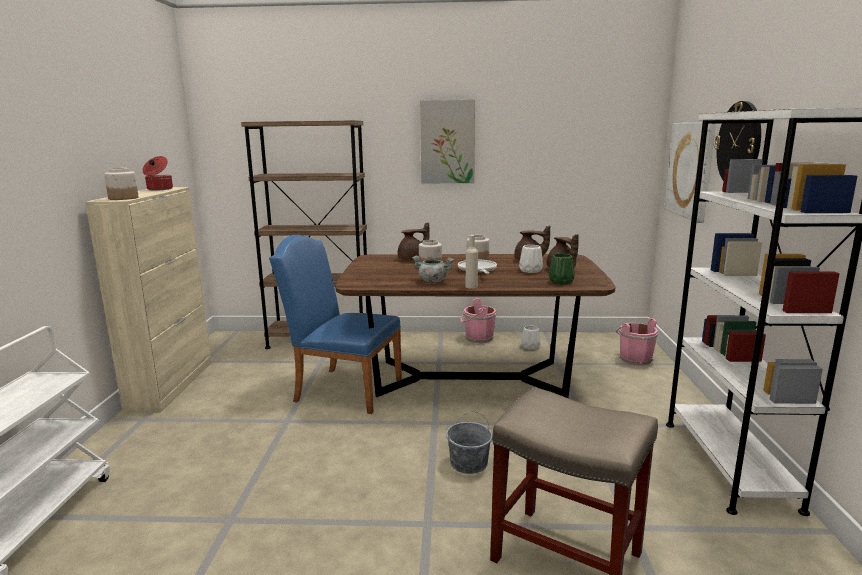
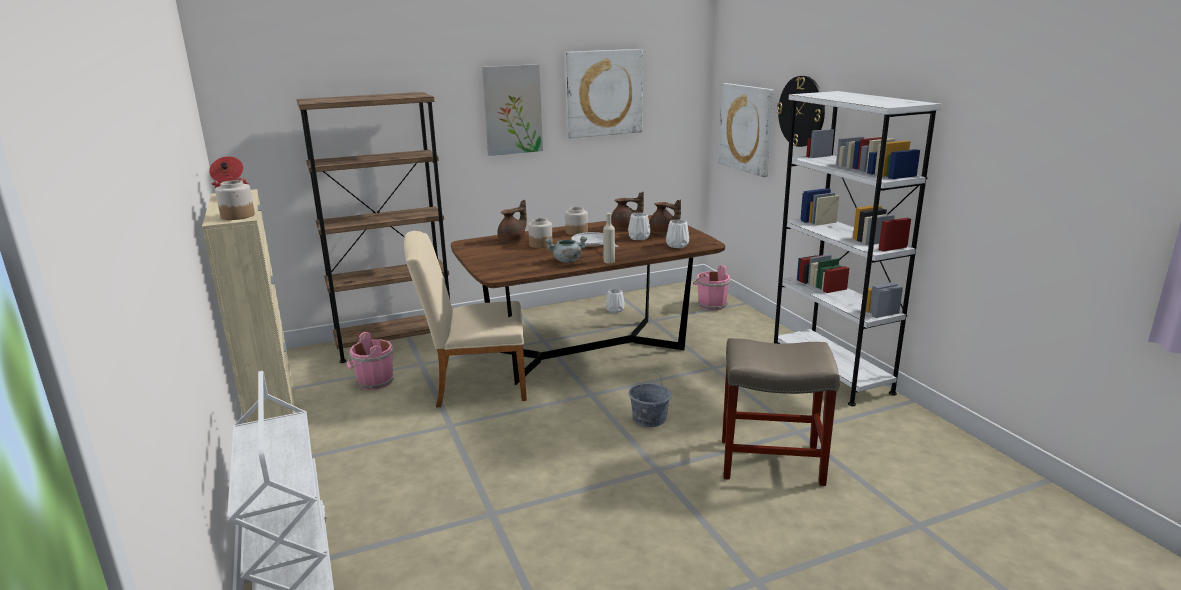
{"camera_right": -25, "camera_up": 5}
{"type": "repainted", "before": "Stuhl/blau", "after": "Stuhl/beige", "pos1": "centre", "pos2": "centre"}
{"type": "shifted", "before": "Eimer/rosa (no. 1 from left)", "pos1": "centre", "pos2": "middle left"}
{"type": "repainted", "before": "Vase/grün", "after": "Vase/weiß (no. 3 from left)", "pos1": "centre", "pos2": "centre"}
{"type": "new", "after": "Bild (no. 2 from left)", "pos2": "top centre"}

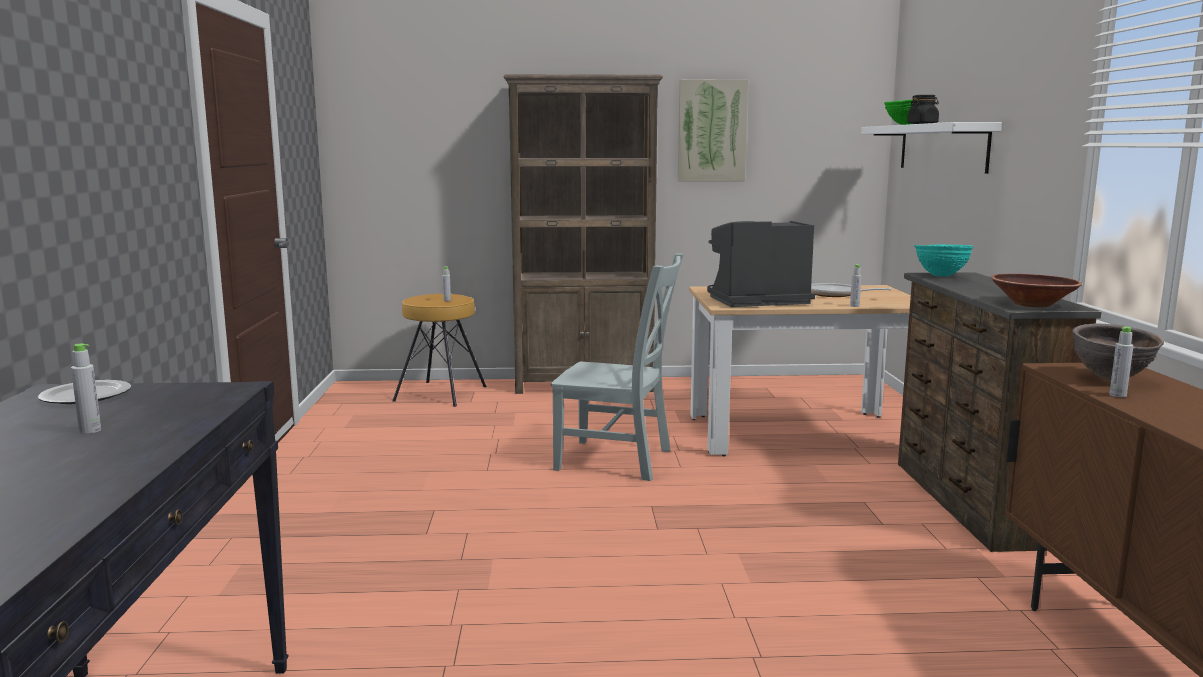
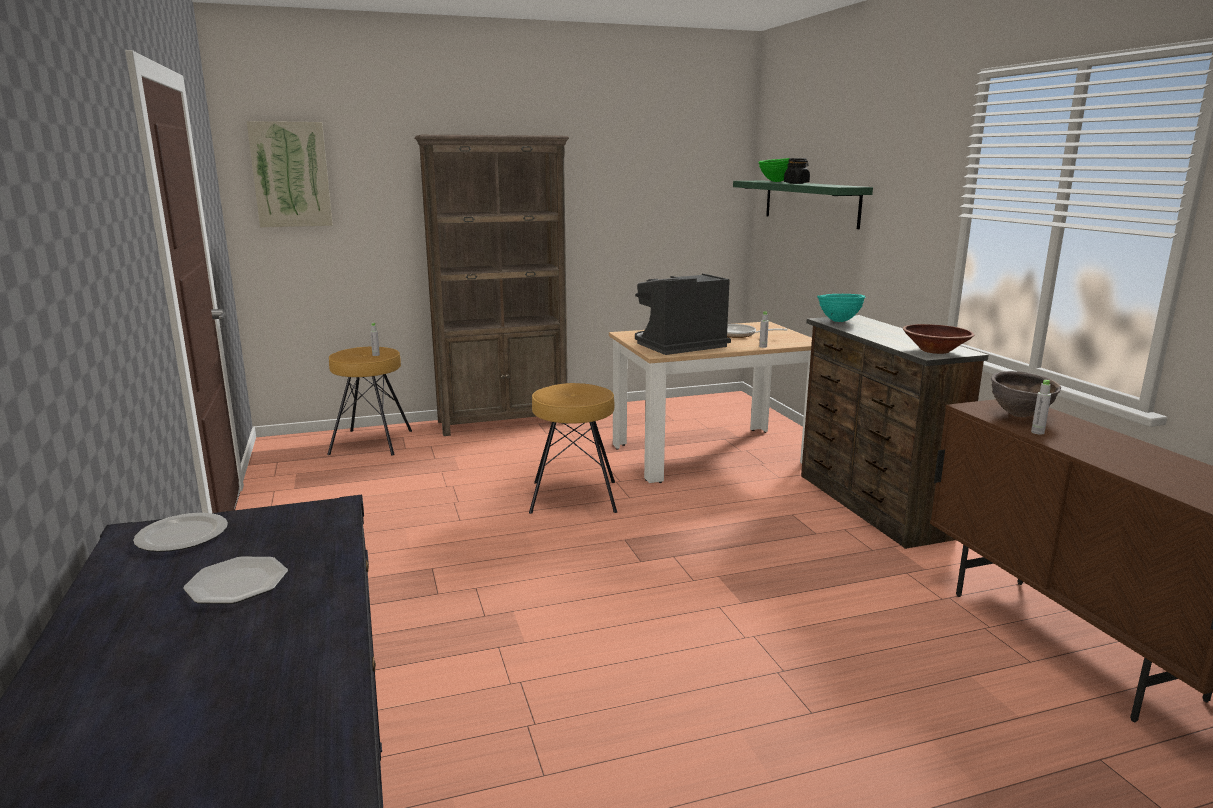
{"camera_right": -15, "camera_up": 5}
{"type": "swapped", "before": "Flasche/grau (no. 1 from left)", "after": "Teller (no. 2 from left)", "pos1": "middle left", "pos2": "bottom left"}
{"type": "swapped", "before": "Stuhl/grau", "after": "Hocker/braun (no. 2 from left)", "pos1": "centre", "pos2": "centre"}
{"type": "shifted", "before": "Bild", "pos1": "top centre", "pos2": "top left"}
{"type": "repainted", "before": "Wandregal/weiß", "after": "Wandregal/grün", "pos1": "top right", "pos2": "top centre"}

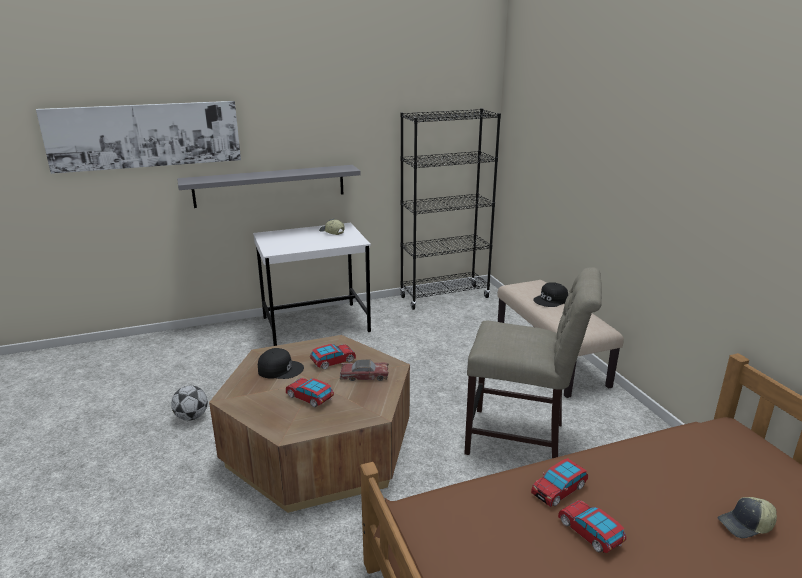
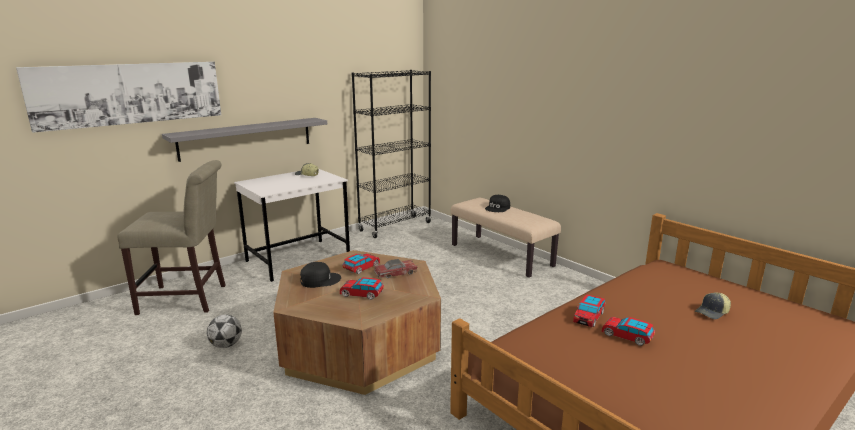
{"camera_right": -20, "camera_up": -5}
{"type": "shifted", "before": "Stuhl/beige", "pos1": "centre", "pos2": "middle left"}

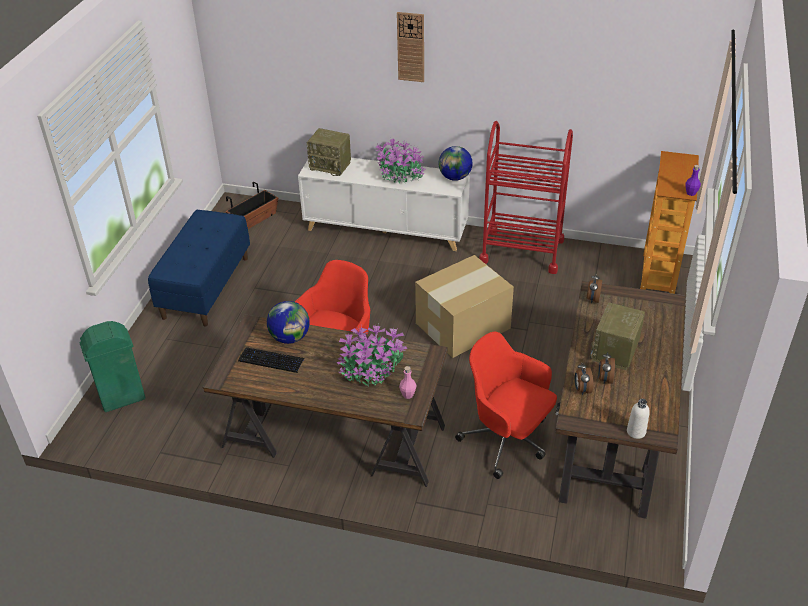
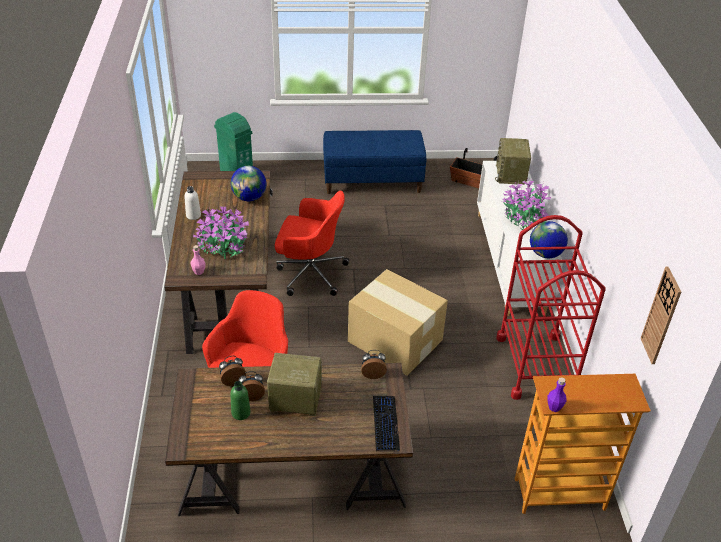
{"camera_right": 70, "camera_up": 0}
{"type": "shifted", "before": "Tastatur", "pos1": "centre", "pos2": "bottom centre"}
{"type": "shifted", "before": "Wanduhr", "pos1": "top centre", "pos2": "middle right"}
{"type": "shifted", "before": "Flasche/weiß", "pos1": "bottom right", "pos2": "middle left"}
{"type": "new", "after": "Flasche/grün", "pos2": "bottom left"}

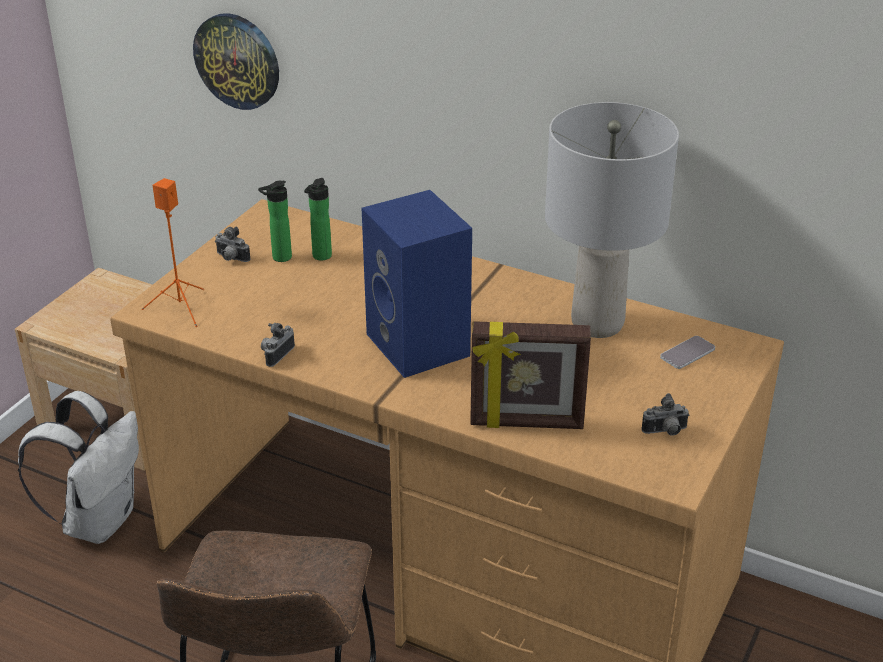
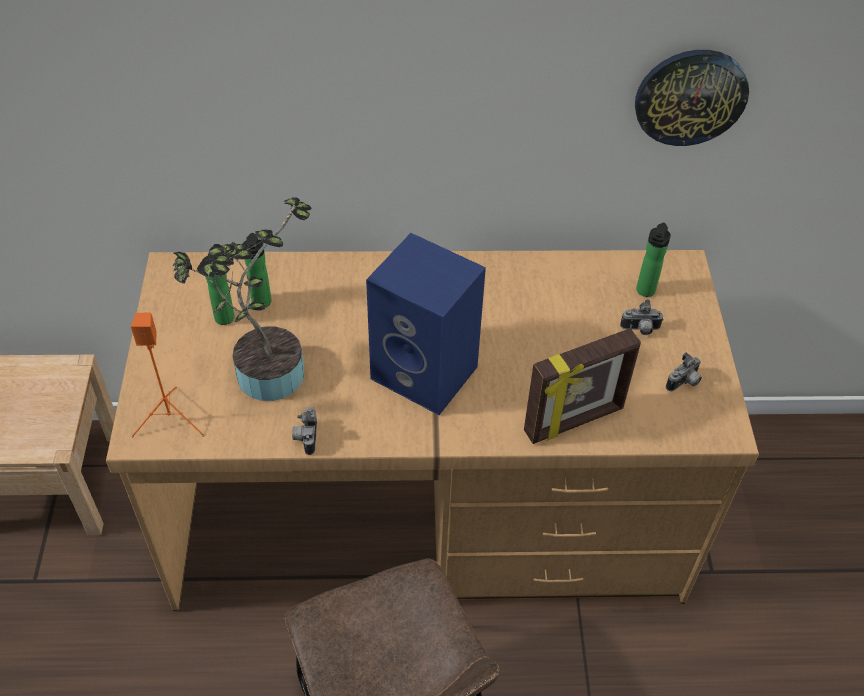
{"camera_right": -30, "camera_up": 15}
{"type": "gone", "before": "Rucksack/weiß", "pos1": "bottom left"}
{"type": "shifted", "before": "Wanduhr", "pos1": "top left", "pos2": "top right"}
{"type": "shifted", "before": "Kamera (no. 1 from left in the first image)", "after": "Kamera (no. 2 from left)", "pos1": "middle left", "pos2": "middle right"}
{"type": "gone", "before": "Tischlampe/grau", "pos1": "top right"}
{"type": "swapped", "before": "Handy", "after": "Flasche (no. 3 from left)", "pos1": "middle right", "pos2": "middle right"}
{"type": "new", "after": "Topfpflanze", "pos2": "middle left"}

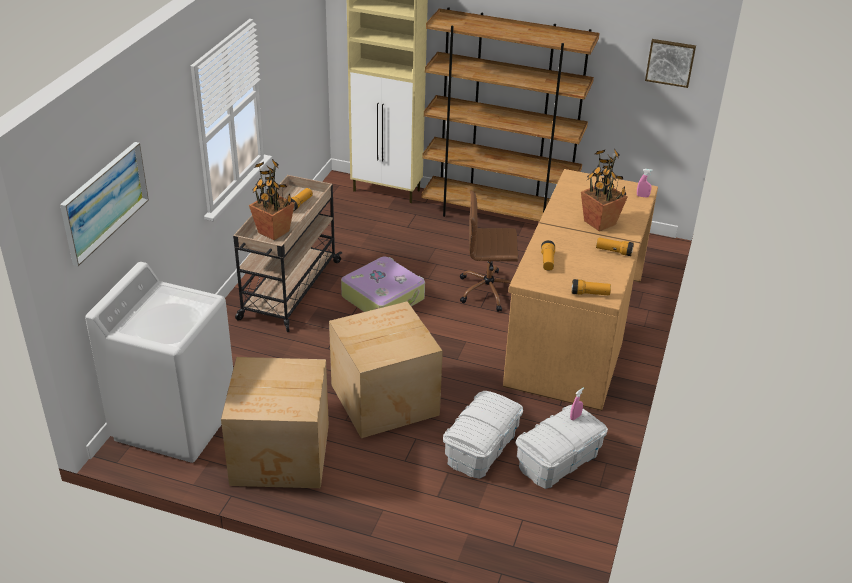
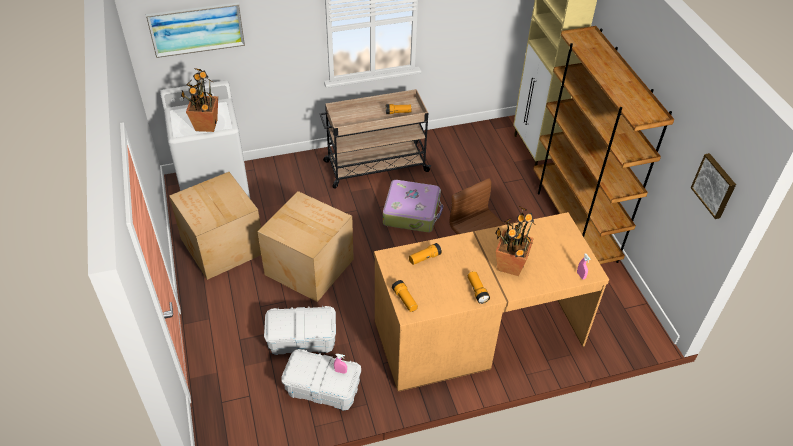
{"camera_right": 55, "camera_up": 10}
{"type": "shifted", "before": "Topfpflanze (no. 1 from left)", "pos1": "middle left", "pos2": "top left"}

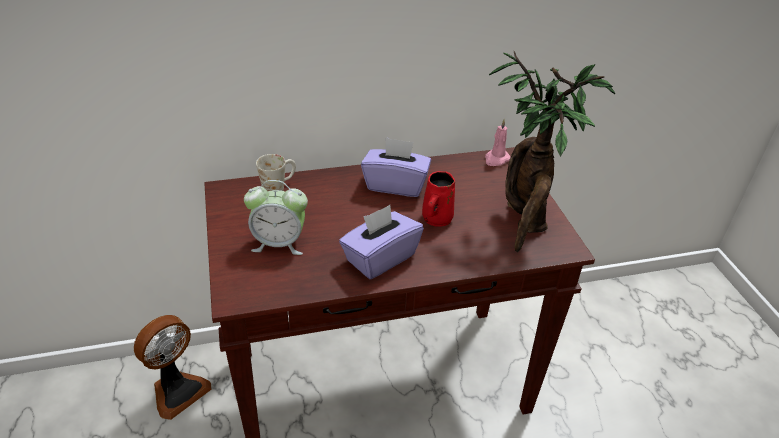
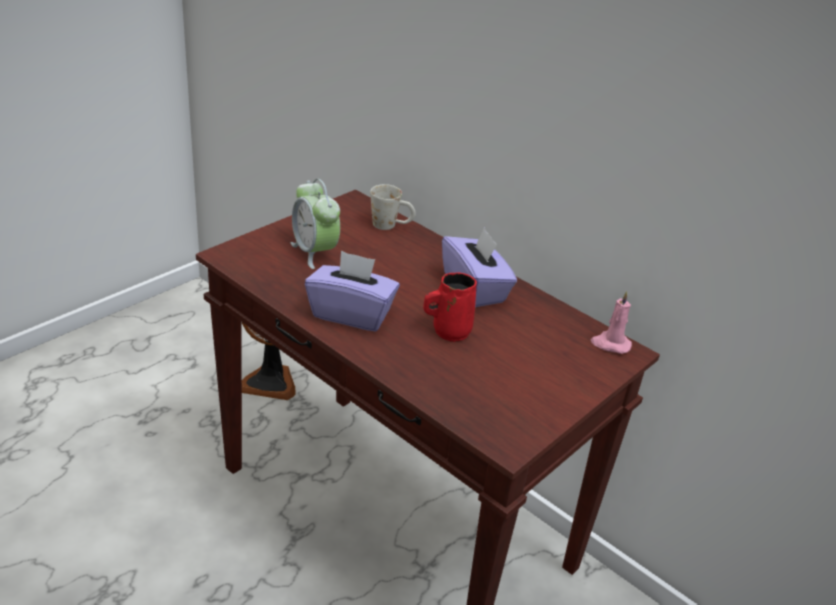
{"camera_right": 55, "camera_up": -5}
{"type": "gone", "before": "Topfpflanze", "pos1": "middle right"}

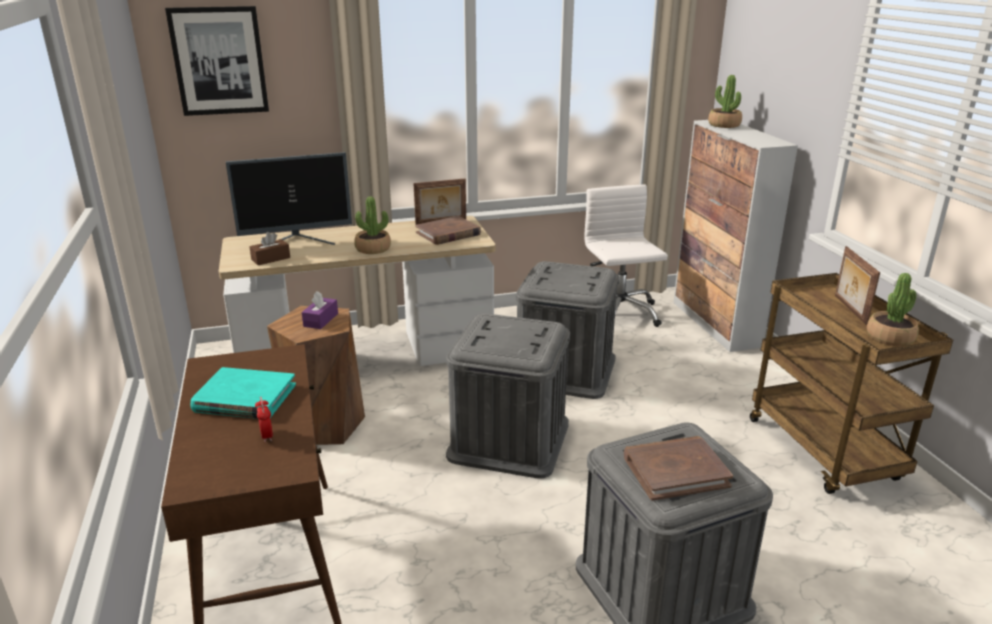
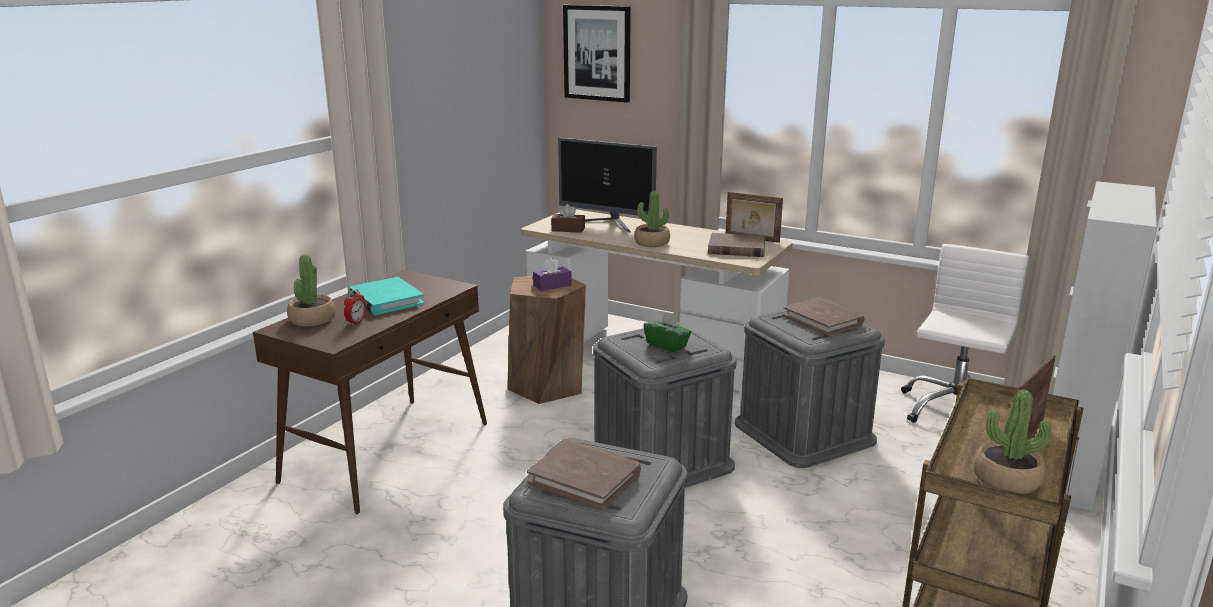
{"camera_right": 45, "camera_up": -5}
{"type": "shifted", "before": "Topfpflanze (no. 2 from left in the first image)", "after": "Topfpflanze (no. 1 from left)", "pos1": "top right", "pos2": "middle left"}
{"type": "new", "after": "Taschentuchbox/grün", "pos2": "centre"}
{"type": "new", "after": "Buch/braun (no. 3 from left)", "pos2": "middle right"}

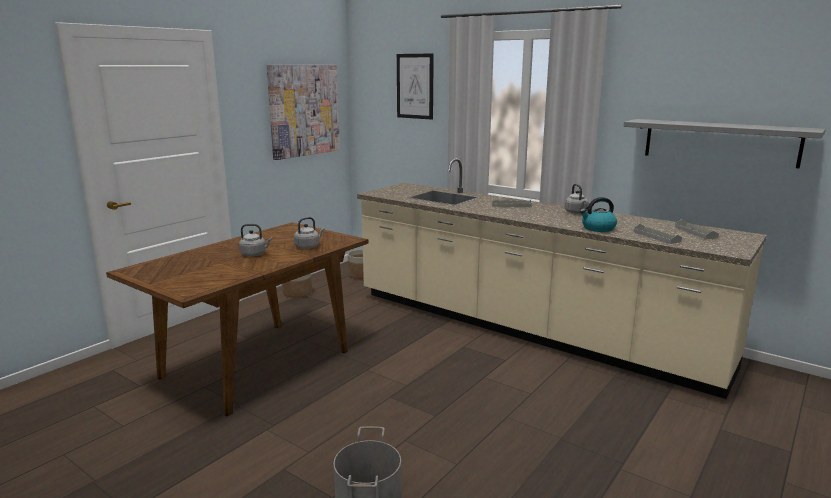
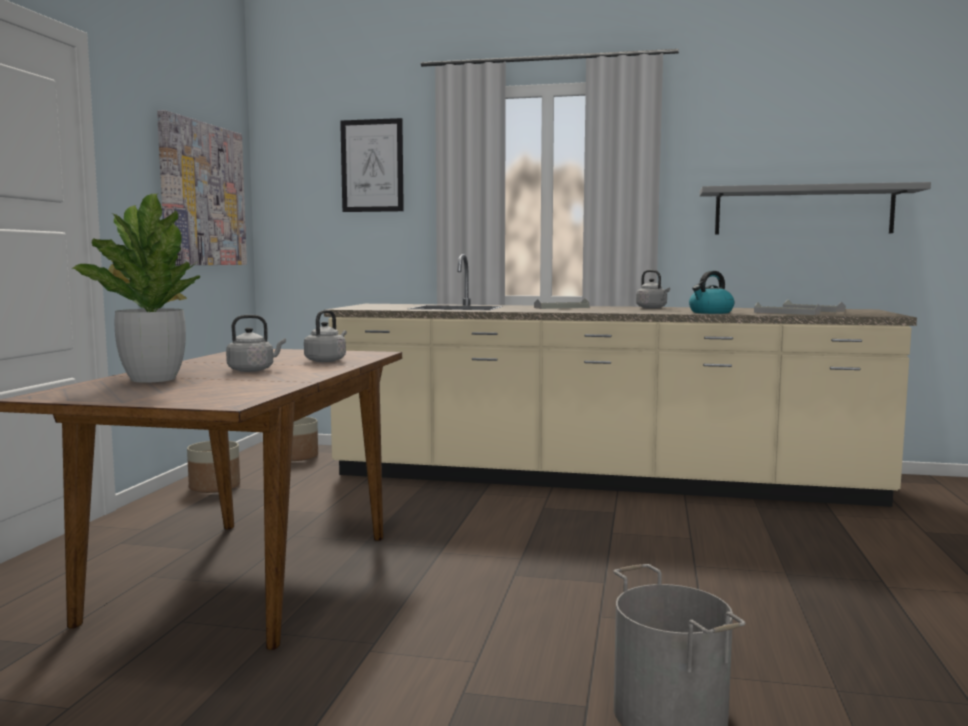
{"camera_right": -25, "camera_up": -10}
{"type": "new", "after": "Topfpflanze", "pos2": "middle left"}

